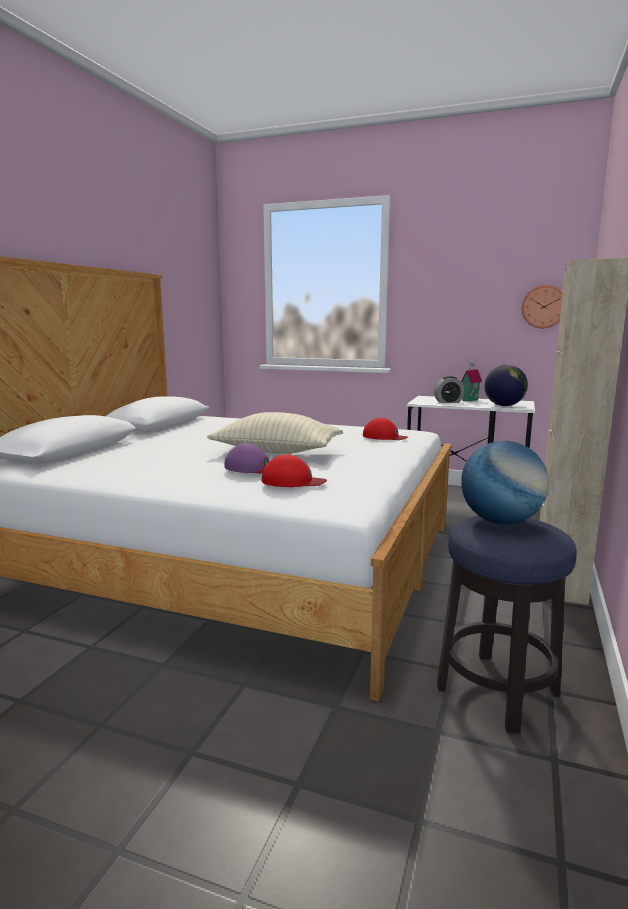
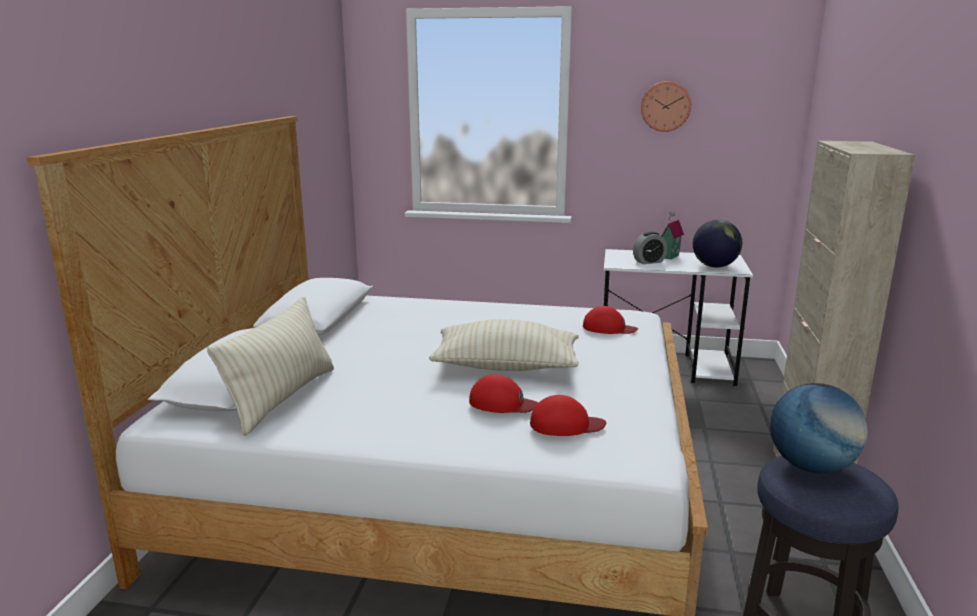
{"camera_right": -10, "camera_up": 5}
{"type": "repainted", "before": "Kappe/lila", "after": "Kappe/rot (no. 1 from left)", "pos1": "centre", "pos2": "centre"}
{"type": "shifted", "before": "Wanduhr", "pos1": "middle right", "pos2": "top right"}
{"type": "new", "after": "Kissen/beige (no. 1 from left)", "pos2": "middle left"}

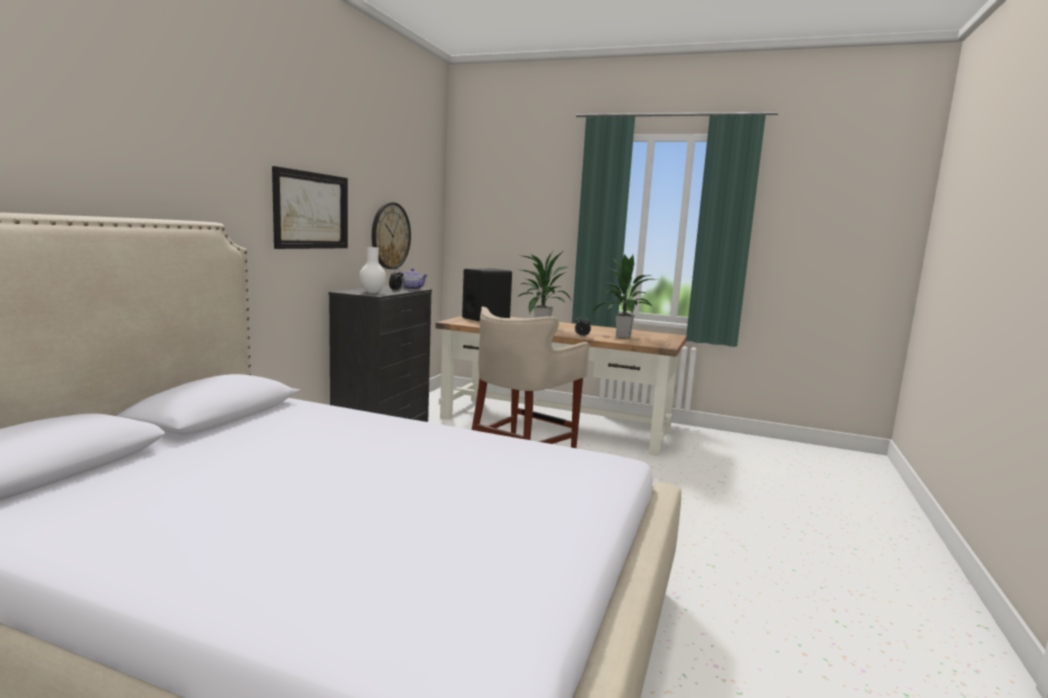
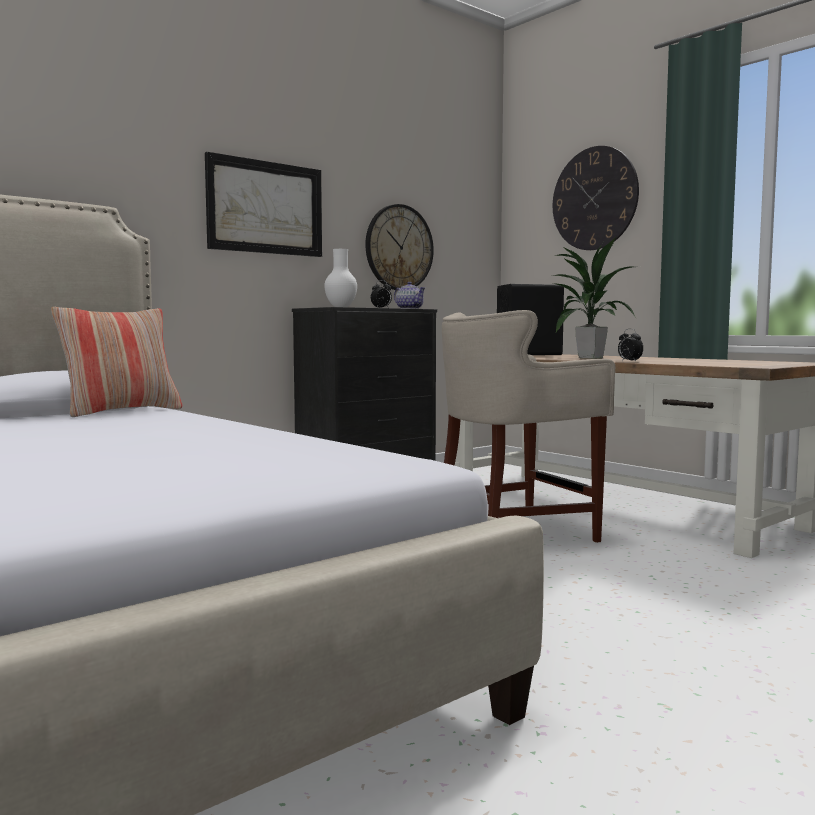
{"camera_right": 30, "camera_up": -5}
{"type": "gone", "before": "Topfpflanze (no. 2 from left)", "pos1": "centre"}
{"type": "new", "after": "Kissen", "pos2": "middle left"}
{"type": "new", "after": "Wanduhr (no. 2 from left)", "pos2": "top right"}

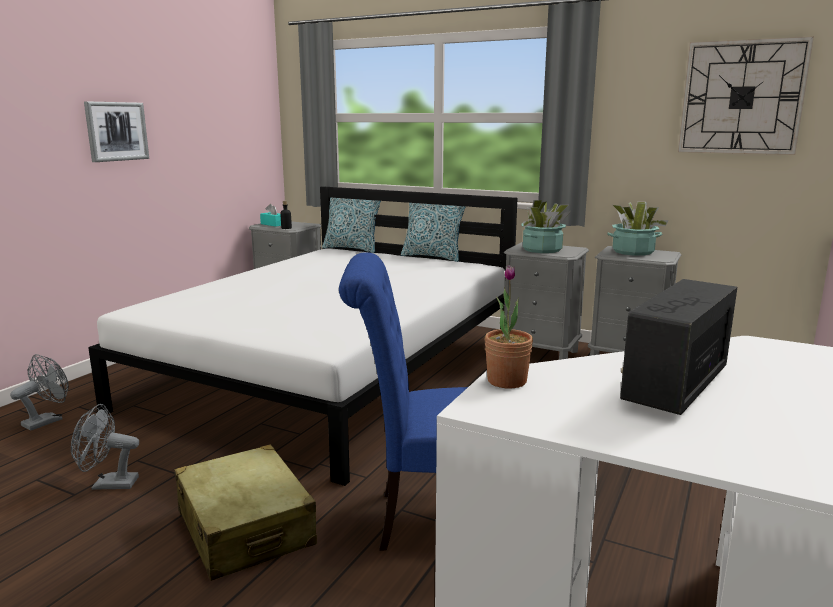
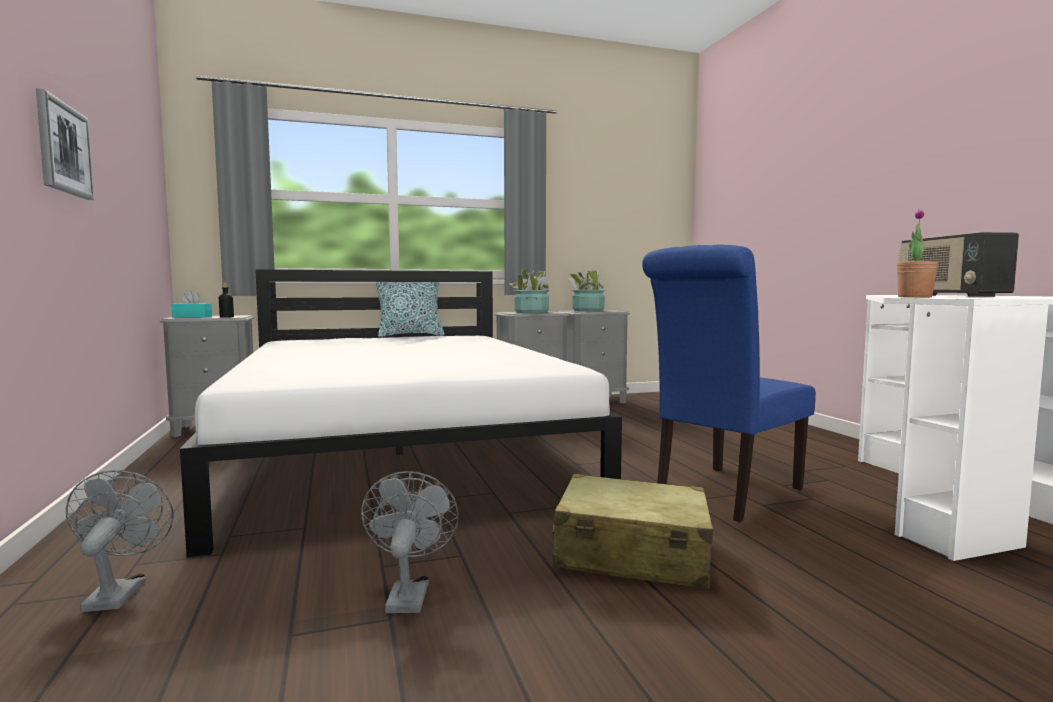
{"camera_right": -45, "camera_up": -10}
{"type": "rotated", "before": "Ventilator/grau (no. 2 from left)", "pos1": "bottom left", "pos2": "bottom centre", "turn": 135}
{"type": "gone", "before": "Kissen (no. 1 from left)", "pos1": "centre"}
{"type": "gone", "before": "Wanduhr", "pos1": "top right"}

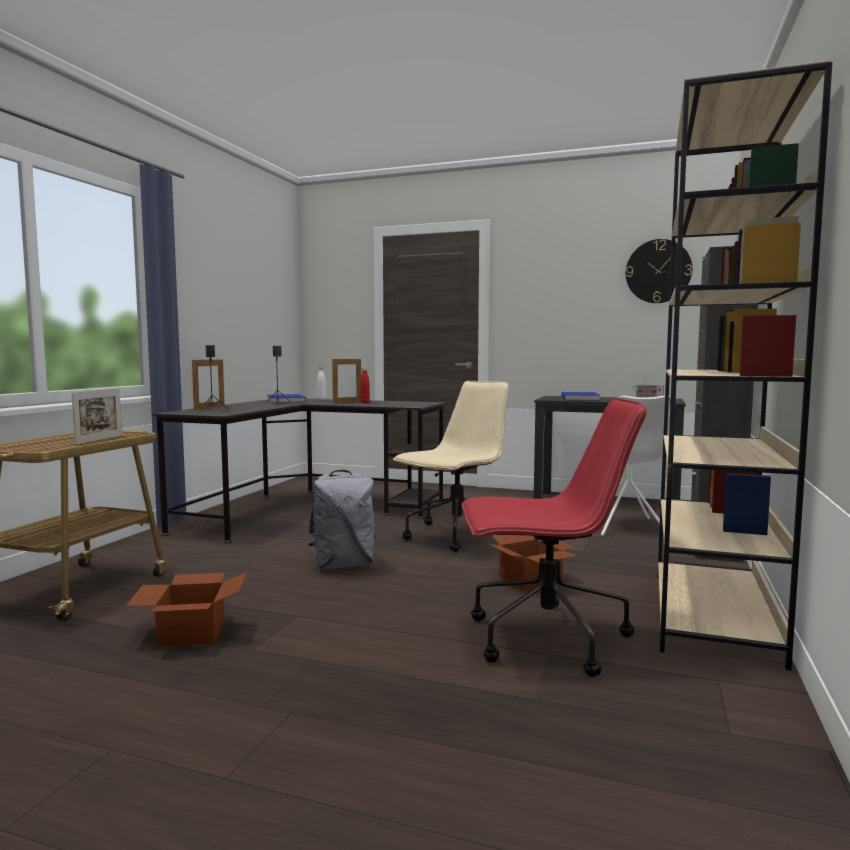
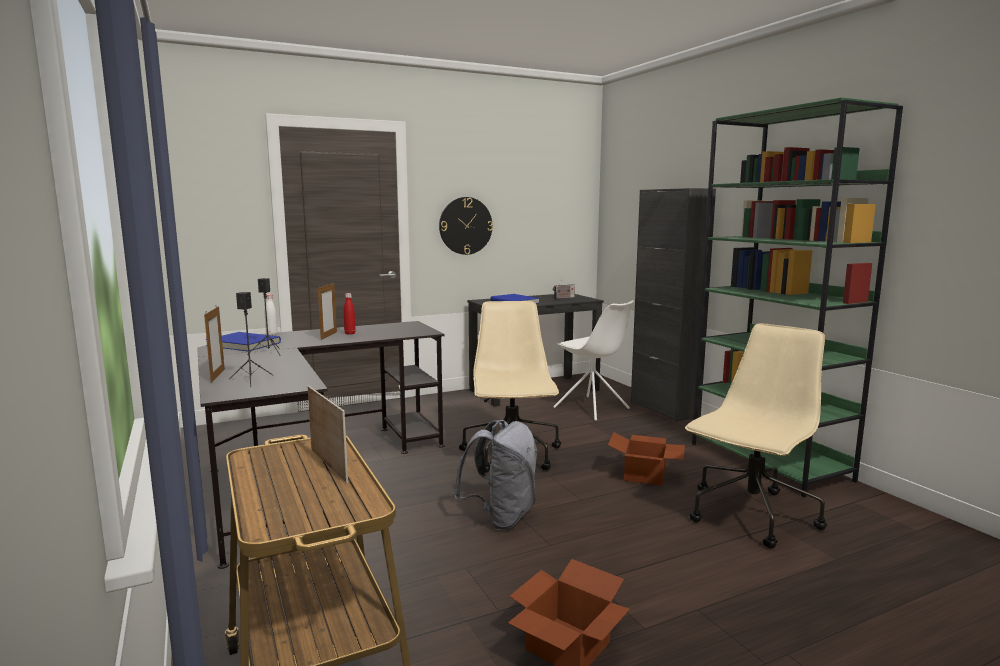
{"camera_right": -45, "camera_up": 5}
{"type": "repainted", "before": "Bürostuhl/rot", "after": "Bürostuhl/beige (no. 2 from left)", "pos1": "centre", "pos2": "middle right"}
{"type": "shifted", "before": "Wanduhr", "pos1": "top right", "pos2": "centre"}
{"type": "repainted", "before": "Bücherregal/beige", "after": "Bücherregal/grün", "pos1": "middle right", "pos2": "middle right"}

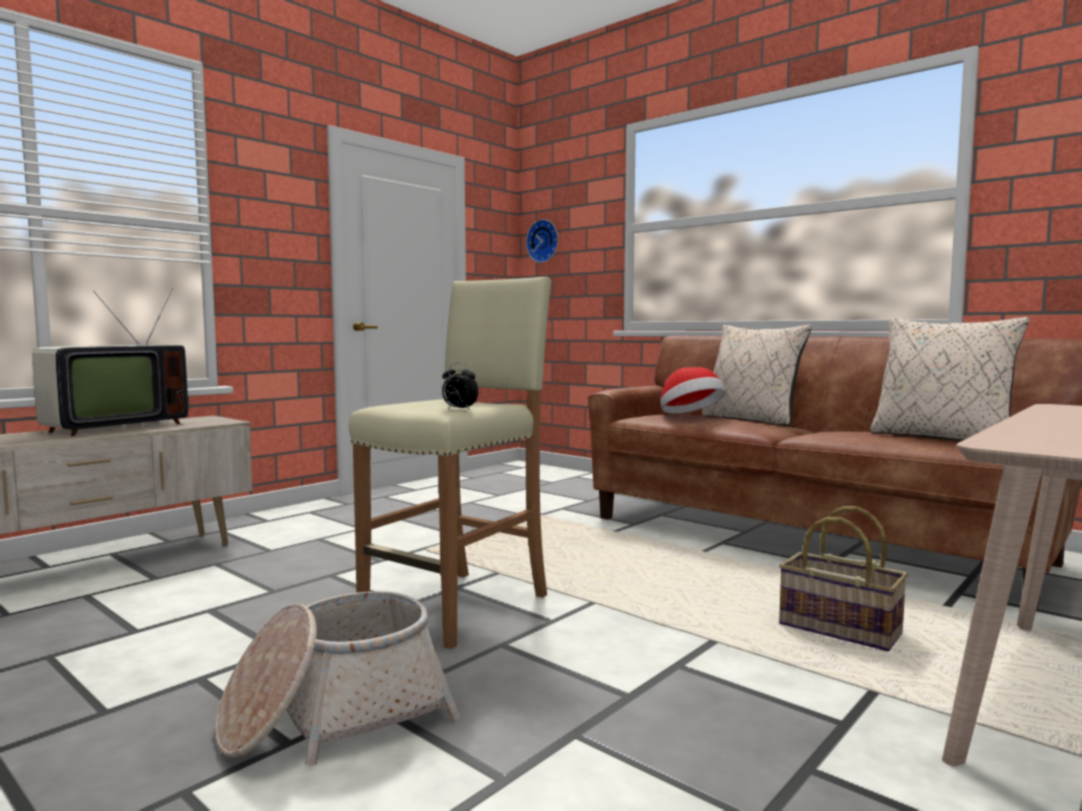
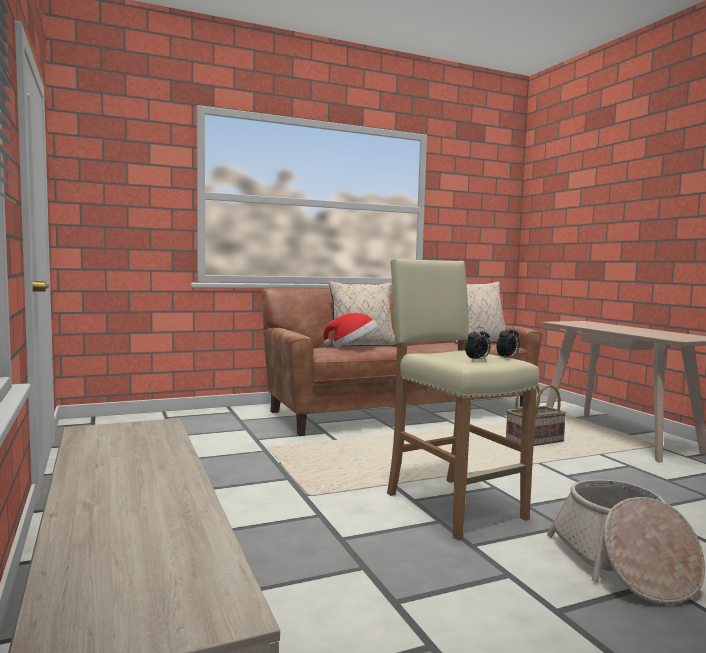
{"camera_right": -65, "camera_up": 0}
{"type": "gone", "before": "Fernseher", "pos1": "middle left"}
{"type": "gone", "before": "Wanduhr", "pos1": "top centre"}
{"type": "new", "after": "Wecker (no. 1 from left)", "pos2": "middle right"}

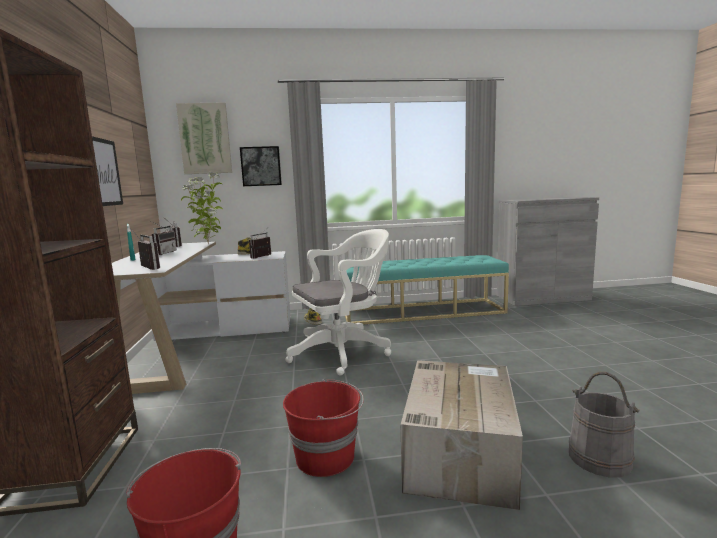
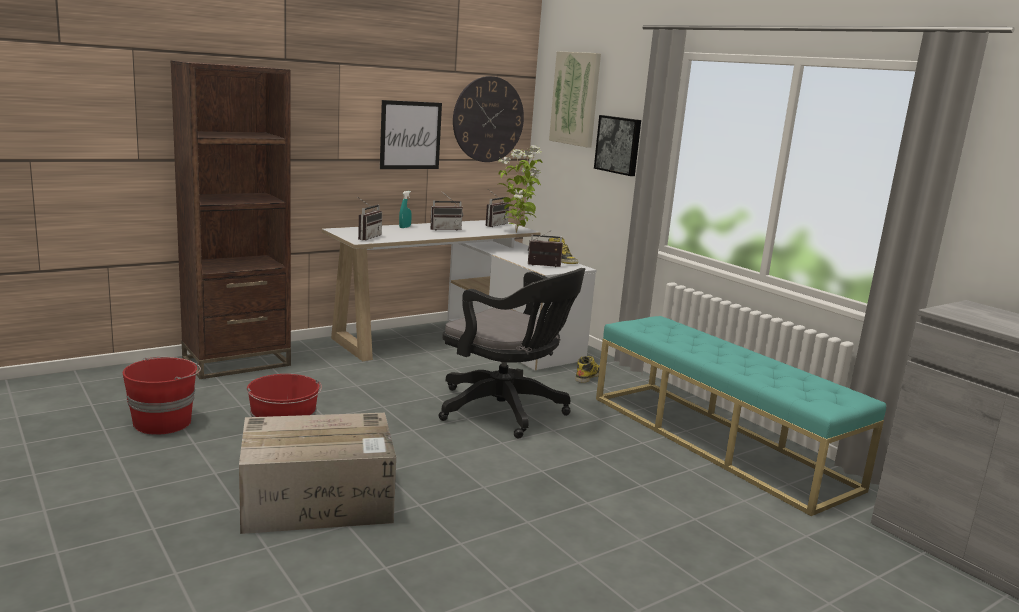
{"camera_right": 60, "camera_up": 5}
{"type": "repainted", "before": "Bürostuhl/weiß", "after": "Bürostuhl/schwarz", "pos1": "centre", "pos2": "centre"}
{"type": "gone", "before": "Eimer/grau", "pos1": "bottom right"}
{"type": "new", "after": "Wanduhr", "pos2": "top centre"}

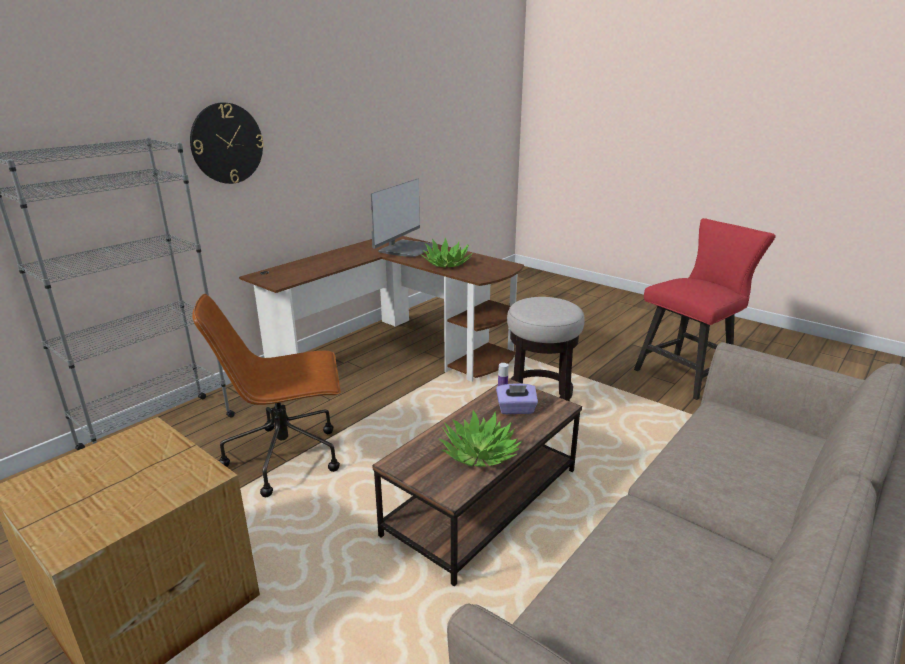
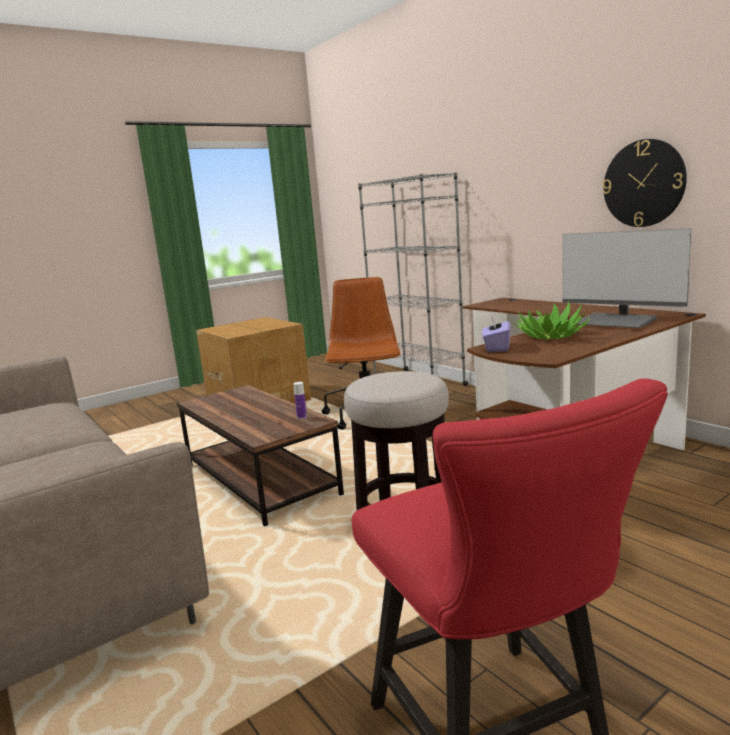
{"camera_right": 105, "camera_up": -10}
{"type": "shifted", "before": "Wanduhr", "pos1": "top left", "pos2": "top right"}
{"type": "gone", "before": "Topfpflanze (no. 2 from left)", "pos1": "centre"}
{"type": "shifted", "before": "Taschentuchbox/lila", "pos1": "centre", "pos2": "middle right"}

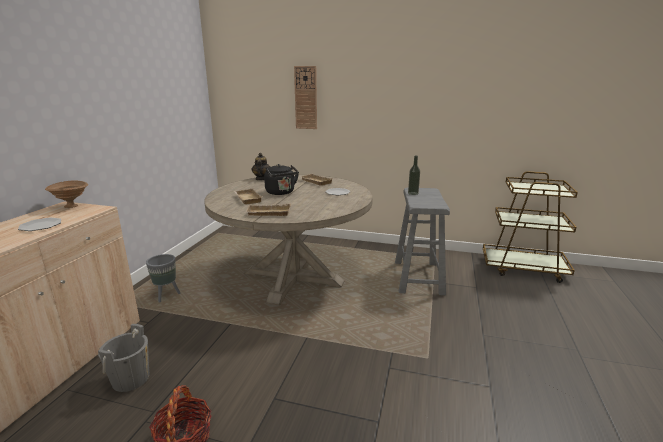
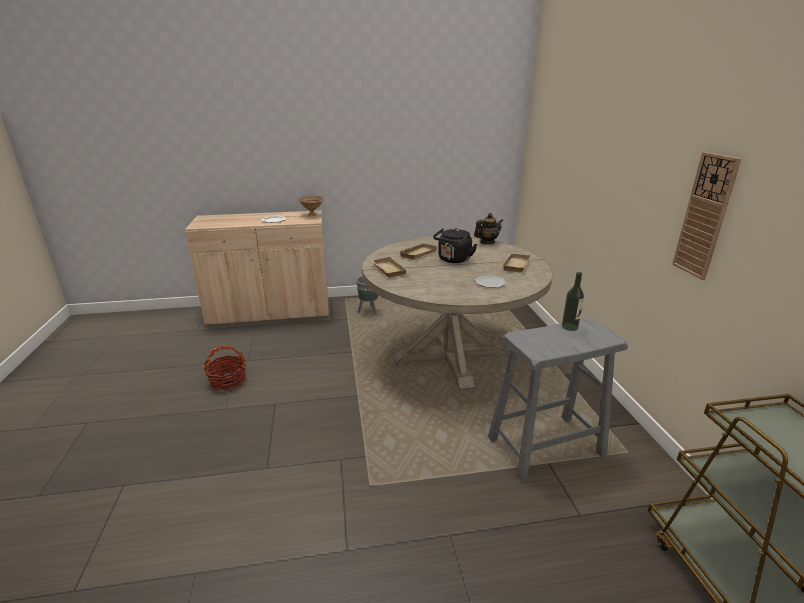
{"camera_right": 65, "camera_up": 5}
{"type": "gone", "before": "Eimer/grau", "pos1": "bottom left"}
{"type": "shifted", "before": "Wanduhr", "pos1": "top centre", "pos2": "middle right"}

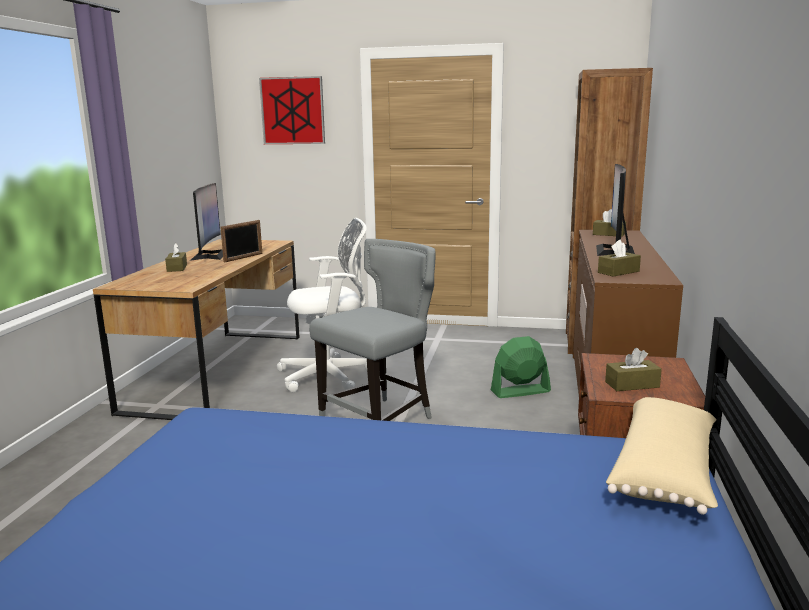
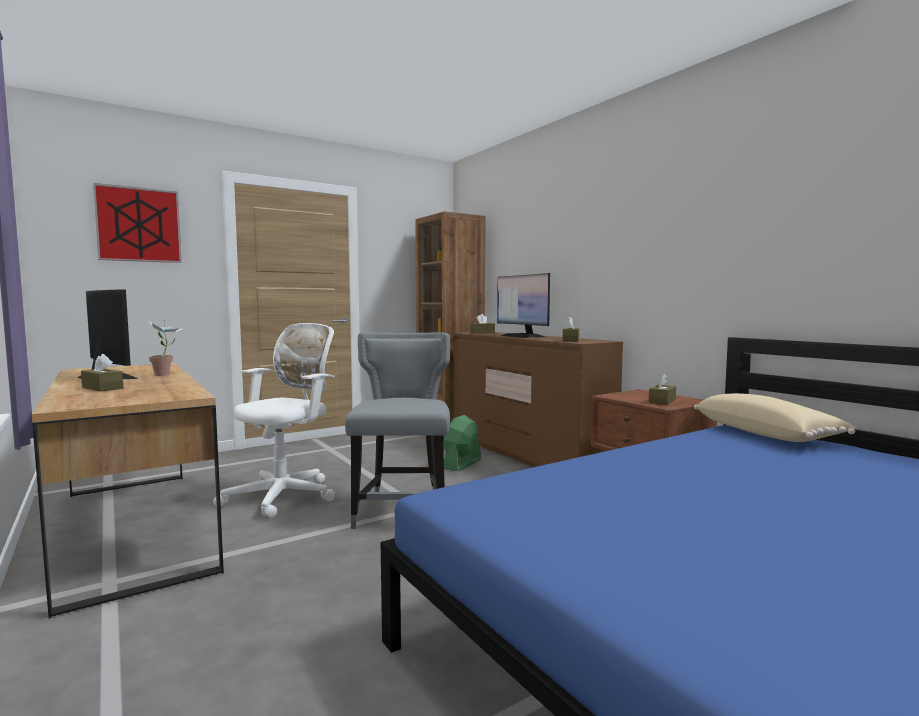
{"camera_right": -45, "camera_up": -10}
{"type": "swapped", "before": "Bilderrahmen", "after": "Topfpflanze", "pos1": "middle left", "pos2": "middle left"}

